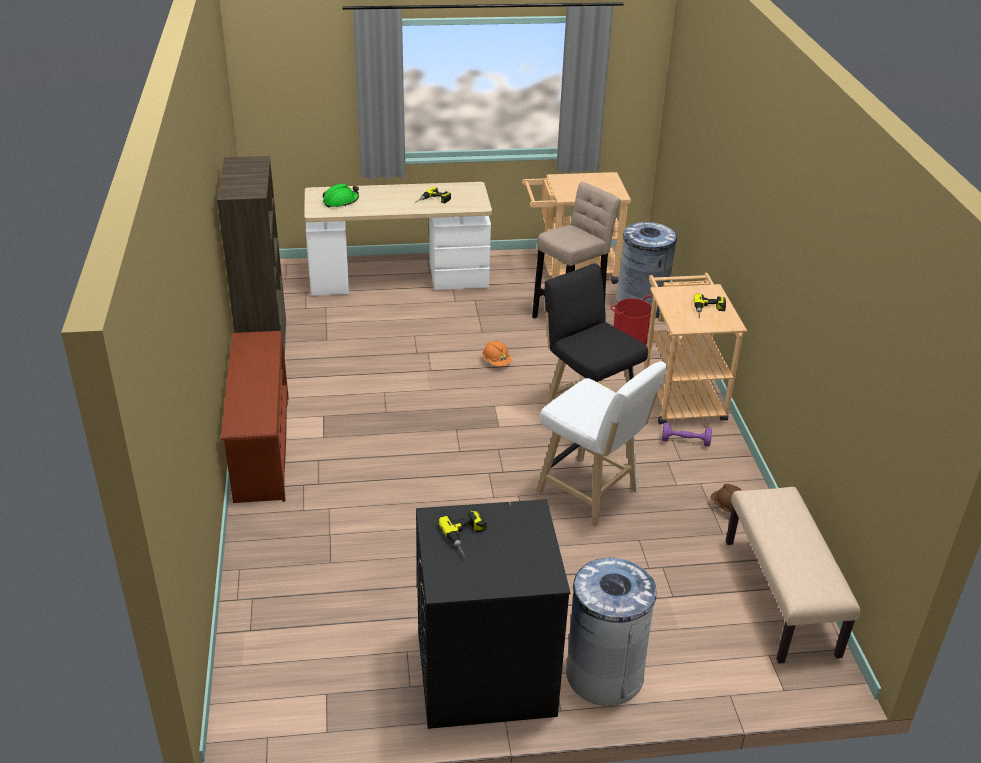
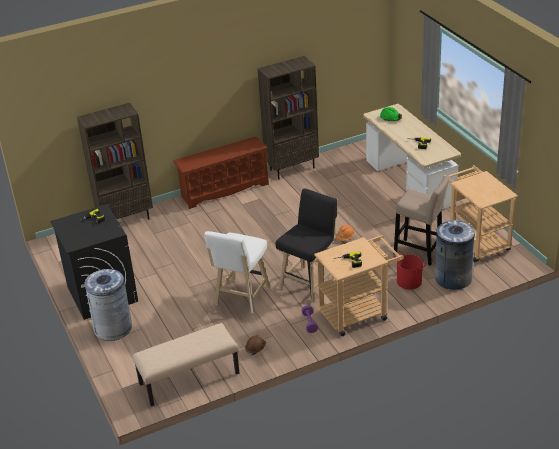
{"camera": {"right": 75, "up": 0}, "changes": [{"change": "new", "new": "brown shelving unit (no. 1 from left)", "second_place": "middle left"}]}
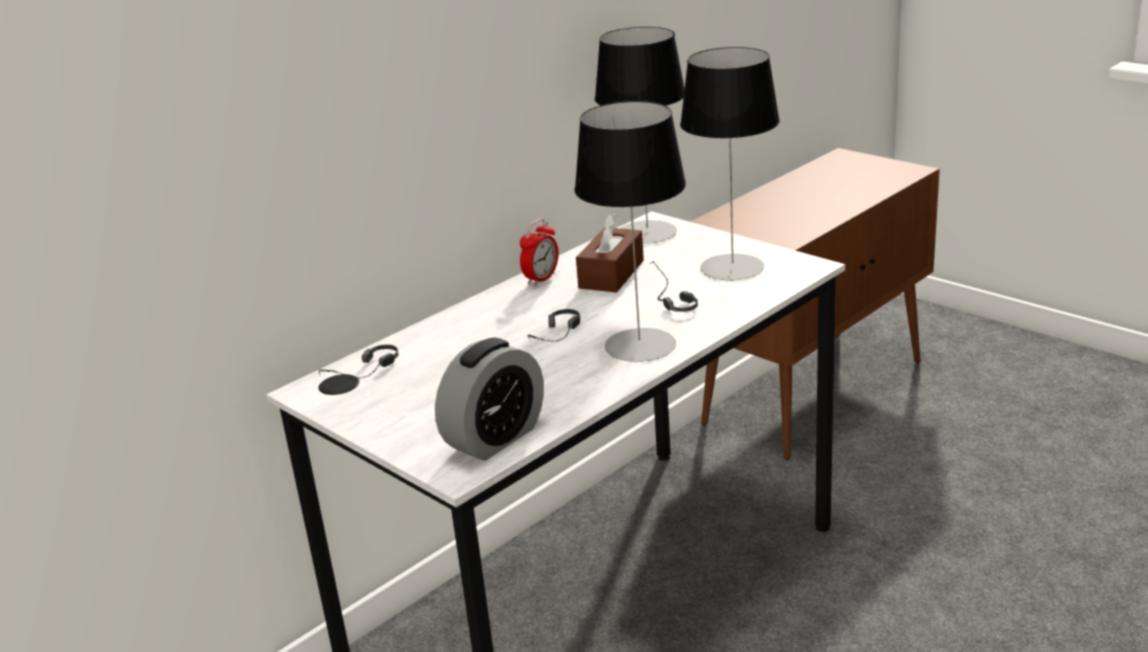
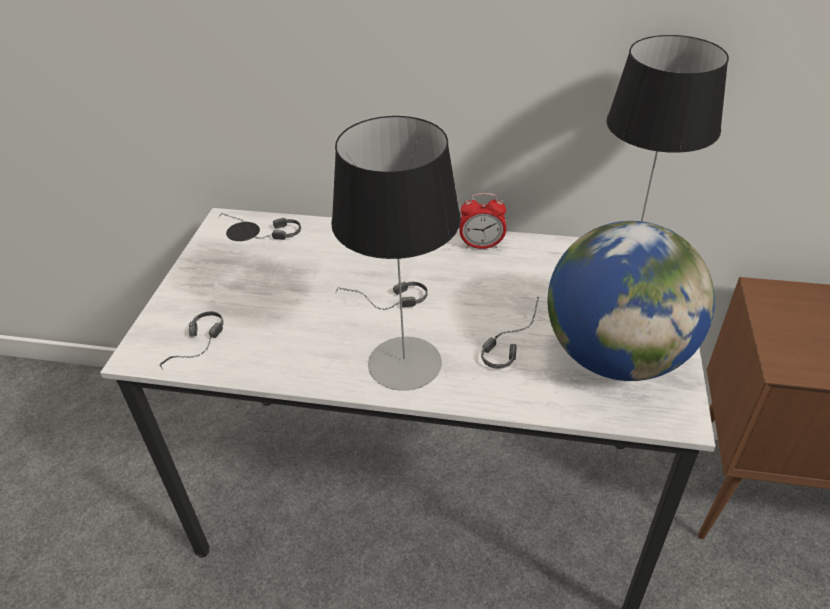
{"camera": {"right": 55, "up": 15}, "changes": [{"change": "gone", "old": "brown tissue holder", "first_place": "centre"}, {"change": "swapped", "old": "bedside clock (no. 1 from left)", "new": "pair of headphones (no. 1 from left)", "first_place": "centre", "second_place": "middle left"}, {"change": "swapped", "old": "tabletop lamp (no. 3 from left)", "new": "globe", "first_place": "top centre", "second_place": "middle right"}]}
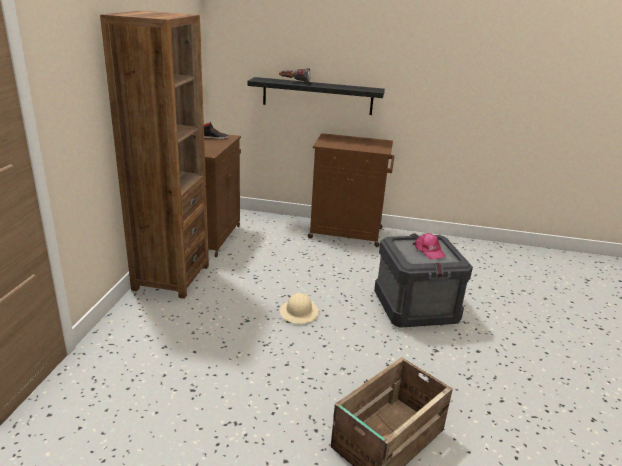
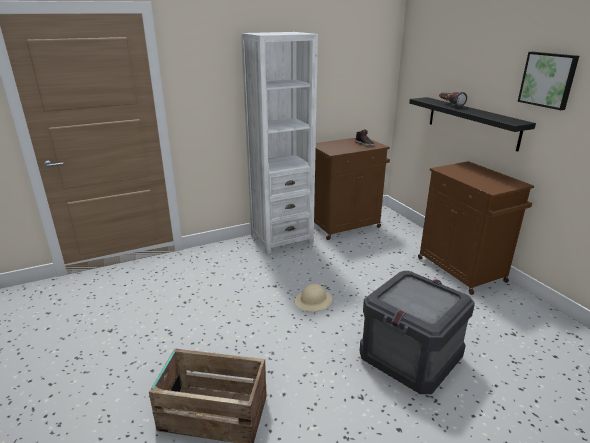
{"camera": {"right": 55, "up": 0}, "changes": [{"change": "gone", "old": "pink-coloured peaked cap", "first_place": "middle right"}, {"change": "new", "new": "picture", "second_place": "top right"}, {"change": "repainted", "old": "brown shelving unit", "new": "whitish shelving unit", "first_place": "top left", "second_place": "top centre"}]}
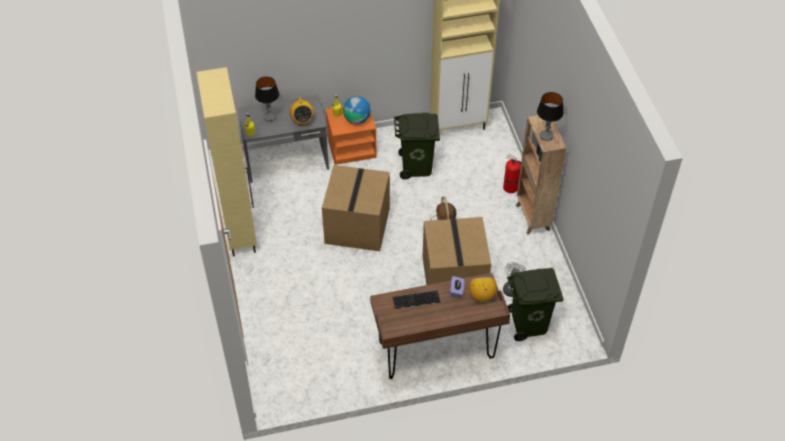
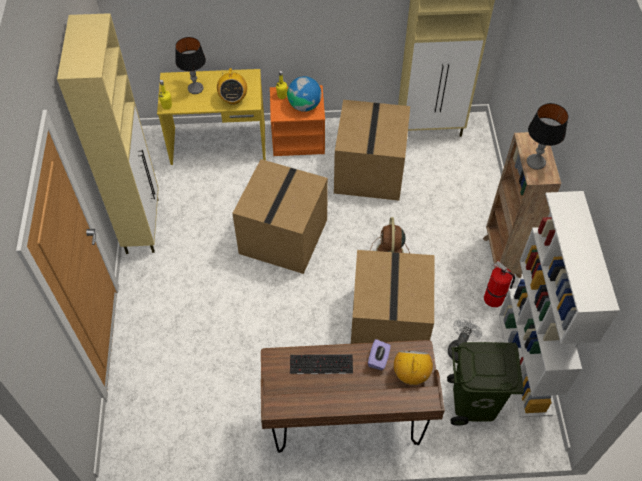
{"camera": {"right": 10, "up": 5}, "changes": [{"change": "new", "new": "whitish shelving unit", "second_place": "middle right"}, {"change": "shifted", "old": "extinguisher", "first_place": "centre", "second_place": "middle right"}, {"change": "swapped", "old": "green-coloured waste bin (no. 1 from left)", "new": "cardboard box (no. 2 from left)", "first_place": "top centre", "second_place": "top centre"}, {"change": "repainted", "old": "gray desk table", "new": "yellowish desk table", "first_place": "top centre", "second_place": "top left"}]}
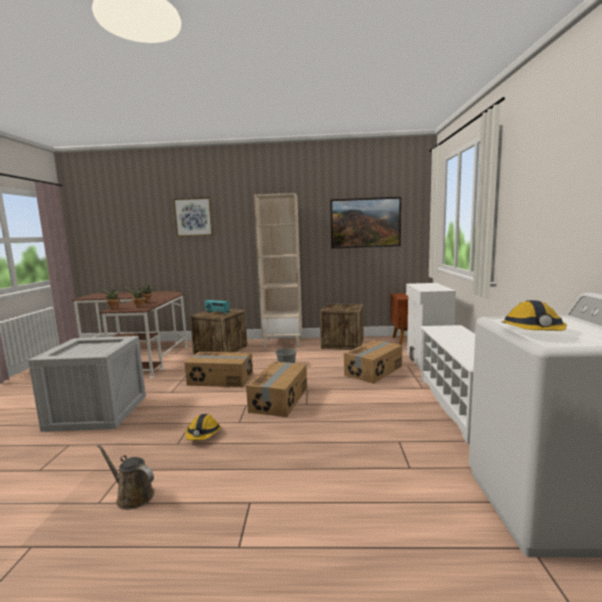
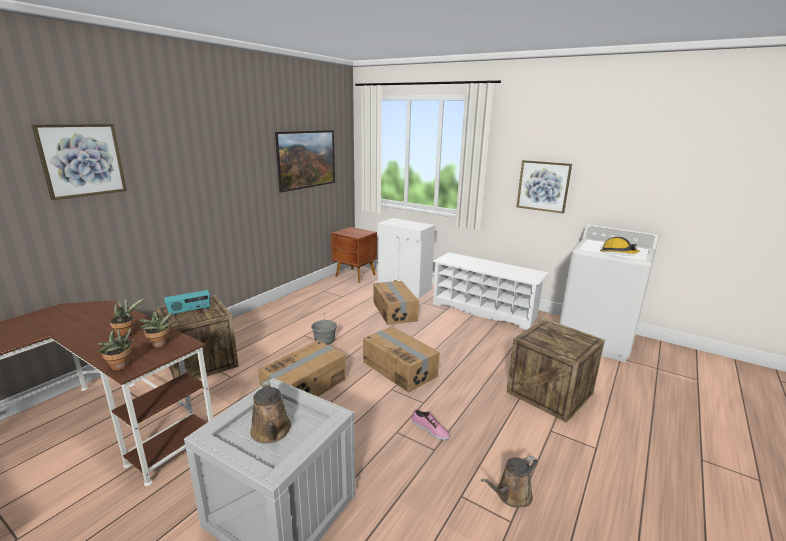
{"camera": {"right": -60, "up": 10}, "changes": [{"change": "gone", "old": "beige shelving unit", "first_place": "centre"}, {"change": "new", "new": "brown watering can (no. 1 from left)", "second_place": "bottom centre"}, {"change": "new", "new": "picture (no. 3 from left)", "second_place": "middle right"}, {"change": "shifted", "old": "packing crate (no. 3 from left)", "first_place": "centre", "second_place": "bottom right"}, {"change": "swapped", "old": "work helmet (no. 1 from left)", "new": "item of footwear", "first_place": "bottom centre", "second_place": "bottom centre"}]}
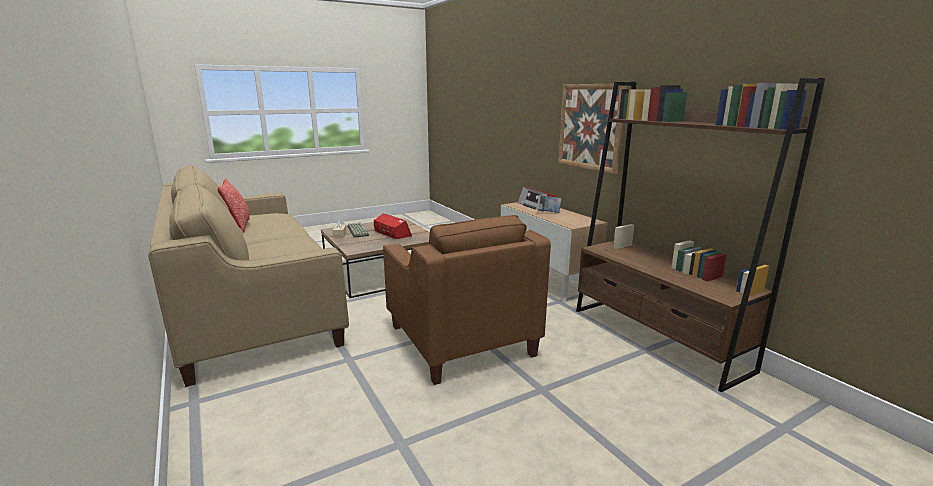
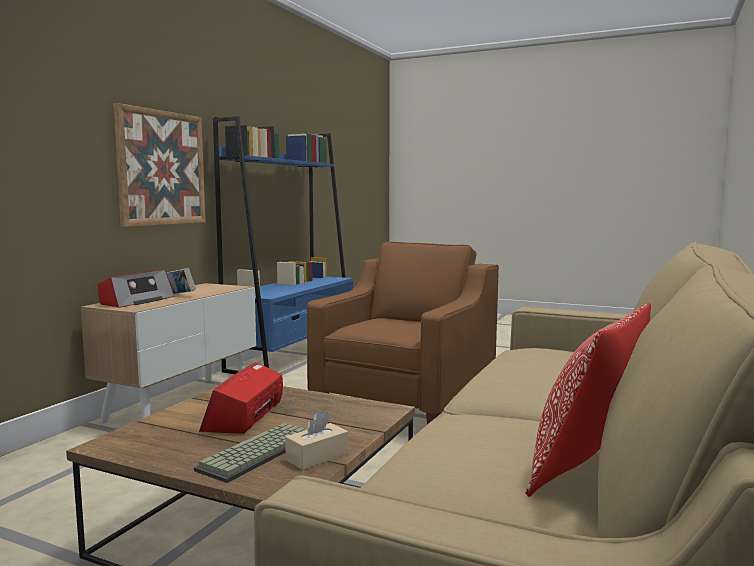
{"camera": {"right": -125, "up": -10}, "changes": [{"change": "repainted", "old": "brown shelving unit", "new": "blue shelving unit", "first_place": "middle right", "second_place": "centre"}]}
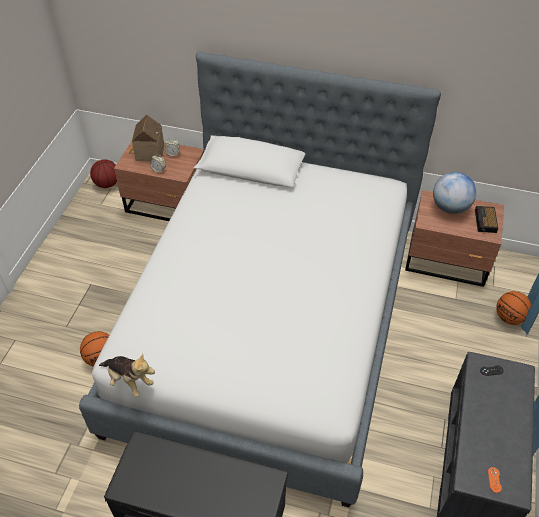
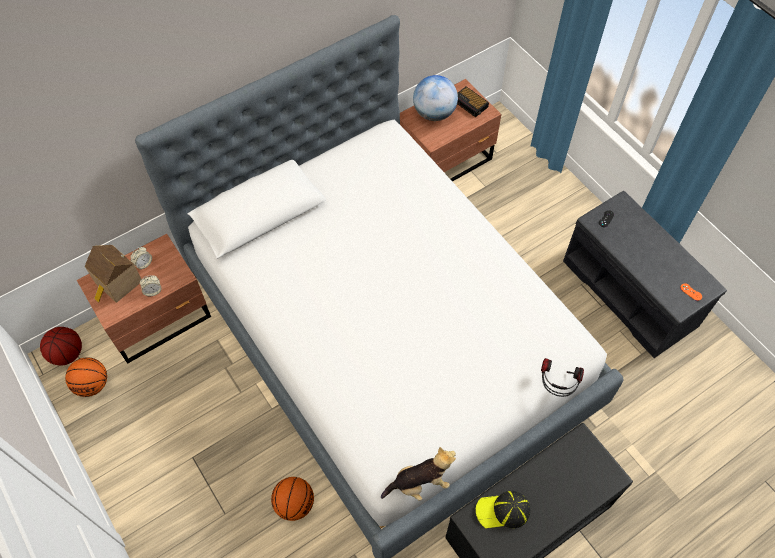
{"camera": {"right": -50, "up": 10}, "changes": [{"change": "new", "new": "peaked cap", "second_place": "bottom centre"}, {"change": "new", "new": "pair of headphones", "second_place": "bottom right"}, {"change": "shifted", "old": "basketball (no. 3 from left in the first image)", "new": "basketball (no. 2 from left)", "first_place": "middle right", "second_place": "bottom left"}]}
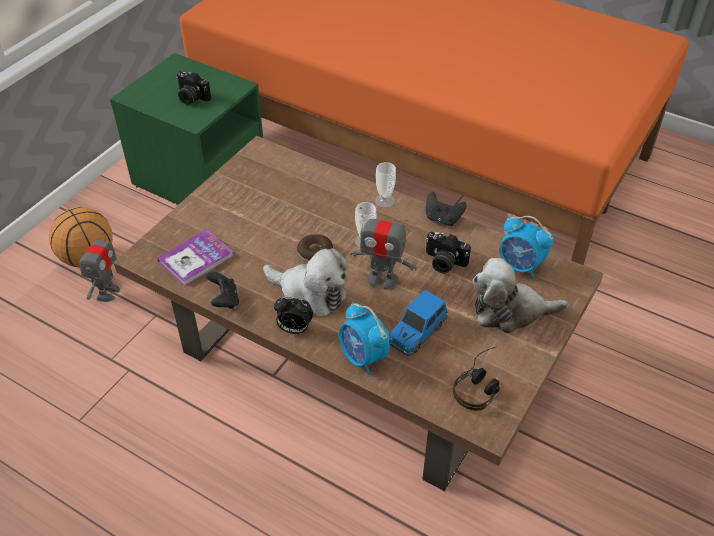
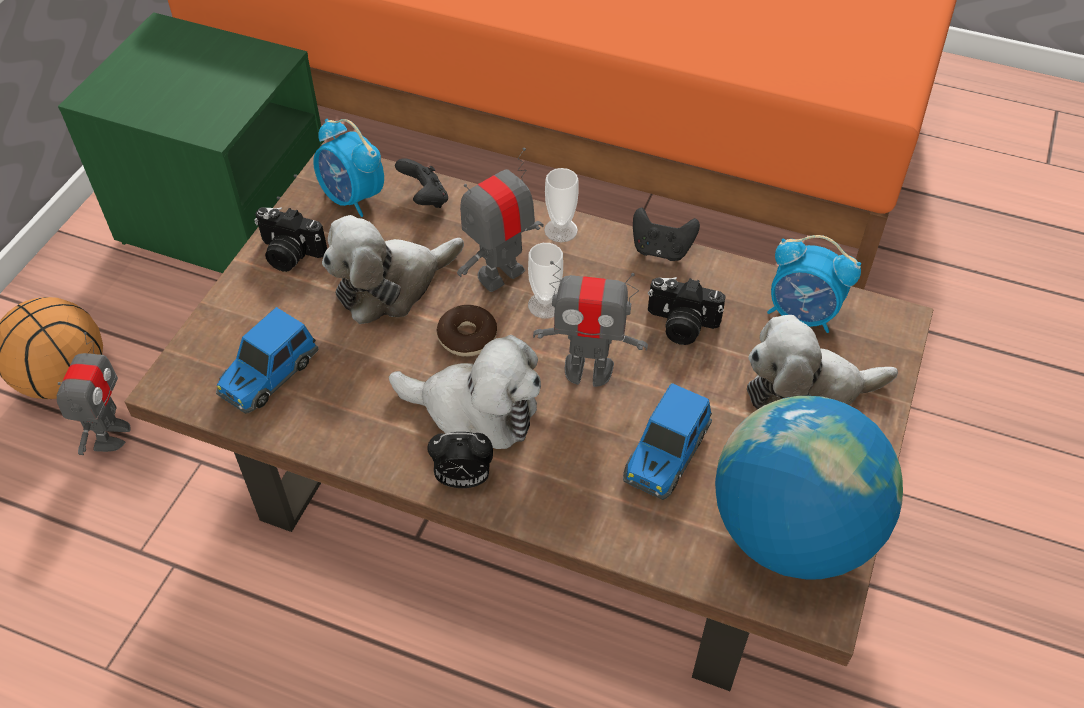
{"camera": {"right": -10, "up": 5}, "changes": [{"change": "new", "new": "plush toy (no. 1 from left)", "second_place": "centre"}, {"change": "new", "new": "robot figure (no. 2 from left)", "second_place": "top centre"}, {"change": "shifted", "old": "still camera (no. 1 from left)", "first_place": "top left", "second_place": "middle left"}, {"change": "shifted", "old": "black-coloured game controller (no. 1 from left)", "first_place": "middle left", "second_place": "top centre"}, {"change": "shifted", "old": "bedside clock (no. 2 from left in the first image)", "new": "bedside clock (no. 1 from left)", "first_place": "centre", "second_place": "top left"}, {"change": "swapped", "old": "bound book", "new": "model car (no. 1 from left)", "first_place": "middle left", "second_place": "middle left"}, {"change": "swapped", "old": "pair of headphones", "new": "globe", "first_place": "bottom right", "second_place": "bottom right"}]}
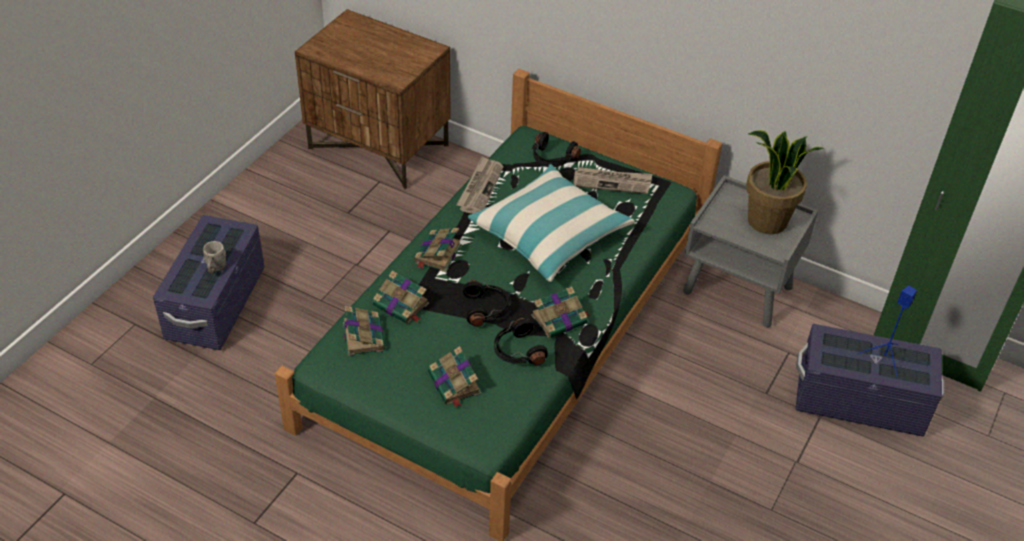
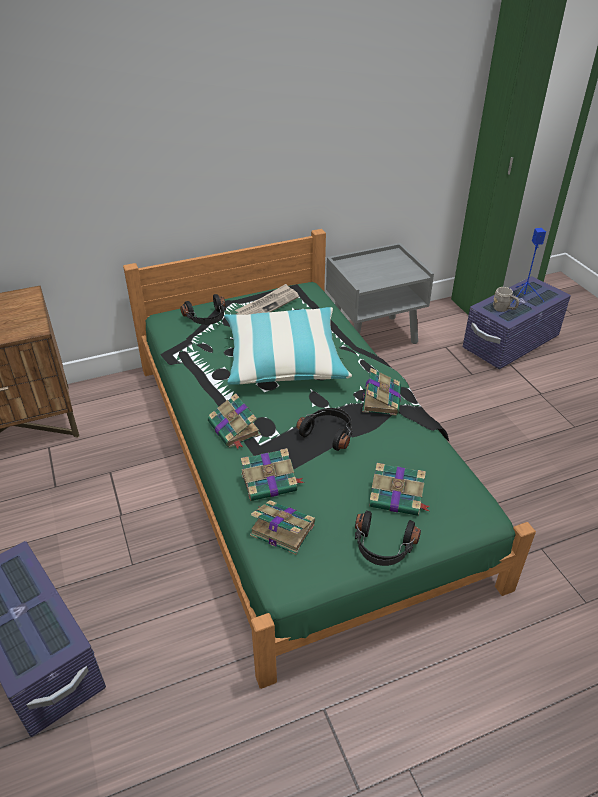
{"camera": {"right": -50, "up": -5}, "changes": [{"change": "gone", "old": "printed paper (no. 1 from left)", "first_place": "centre"}, {"change": "gone", "old": "potted plant", "first_place": "middle right"}, {"change": "shifted", "old": "gray coffee mug", "first_place": "middle left", "second_place": "middle right"}, {"change": "shifted", "old": "black-coloured pair of headphones (no. 2 from left in the first image)", "new": "black-coloured pair of headphones (no. 3 from left)", "first_place": "centre", "second_place": "bottom centre"}]}
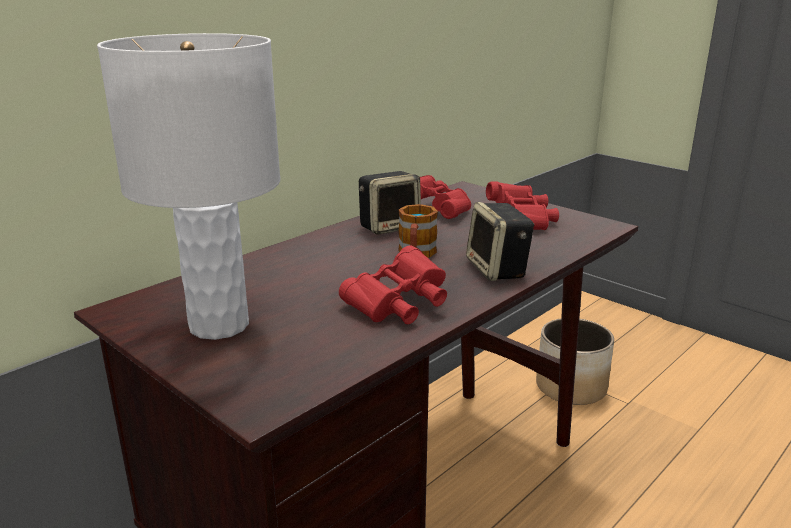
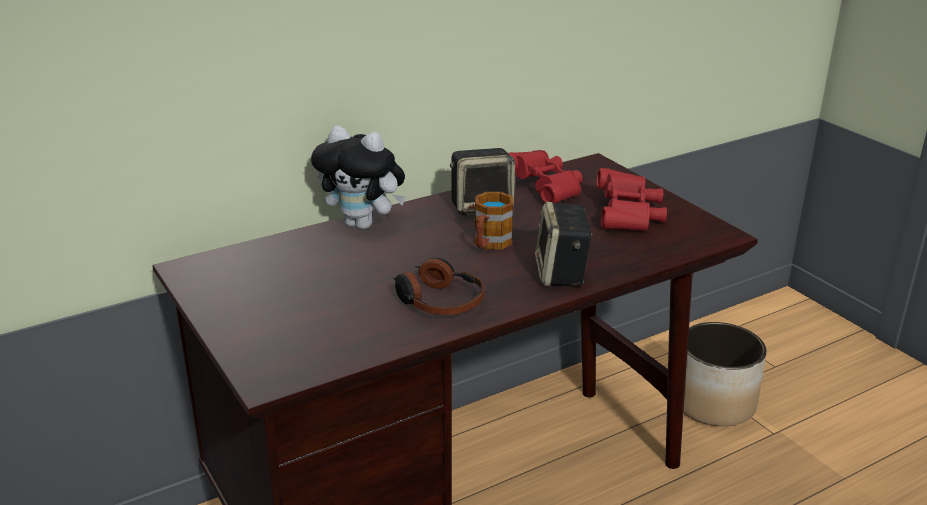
{"camera": {"right": 15, "up": 5}, "changes": [{"change": "gone", "old": "whitish tabletop lamp", "first_place": "middle left"}, {"change": "new", "new": "plush toy", "second_place": "centre"}, {"change": "swapped", "old": "red binoculars (no. 1 from left)", "new": "pair of headphones", "first_place": "centre", "second_place": "centre"}]}
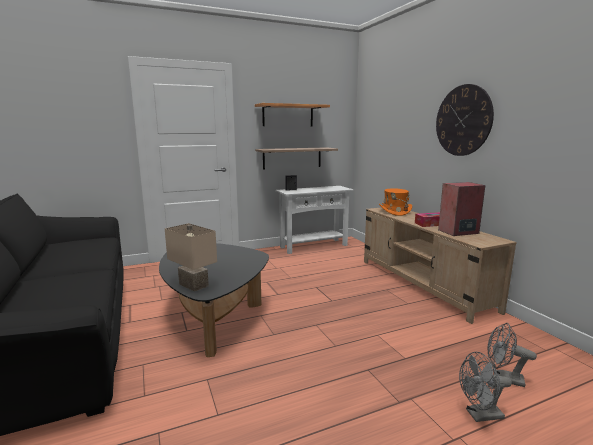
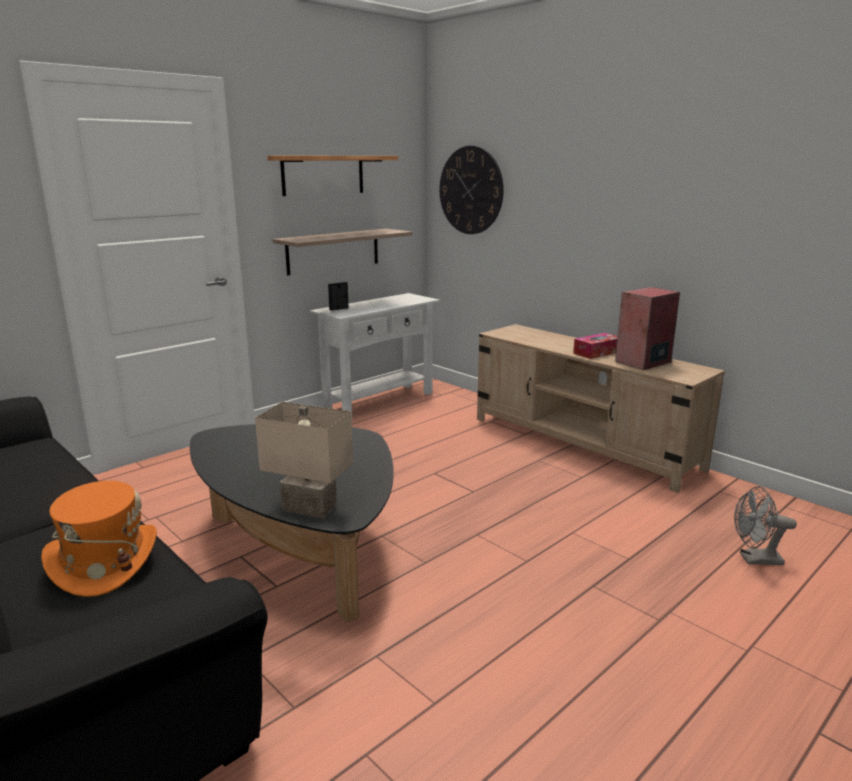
{"camera": {"right": -20, "up": 5}, "changes": [{"change": "gone", "old": "gray fan (no. 1 from left)", "first_place": "bottom right"}, {"change": "shifted", "old": "orangey hat", "first_place": "centre", "second_place": "bottom left"}, {"change": "shifted", "old": "hanging clock", "first_place": "top right", "second_place": "top centre"}]}
